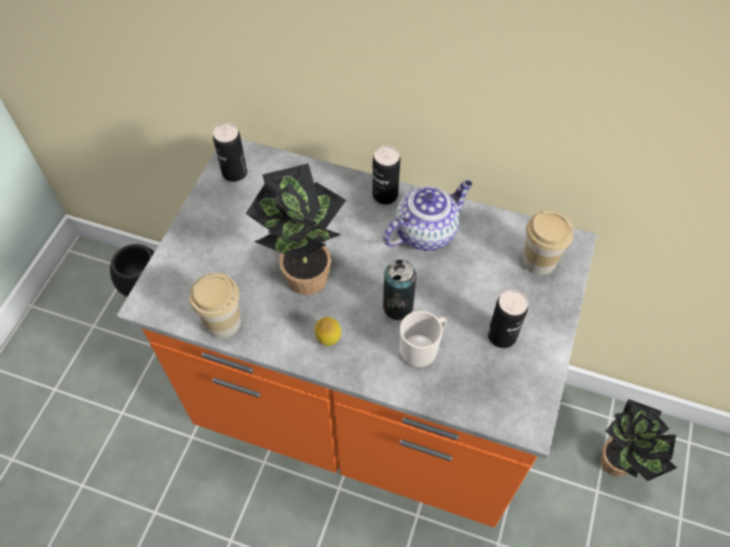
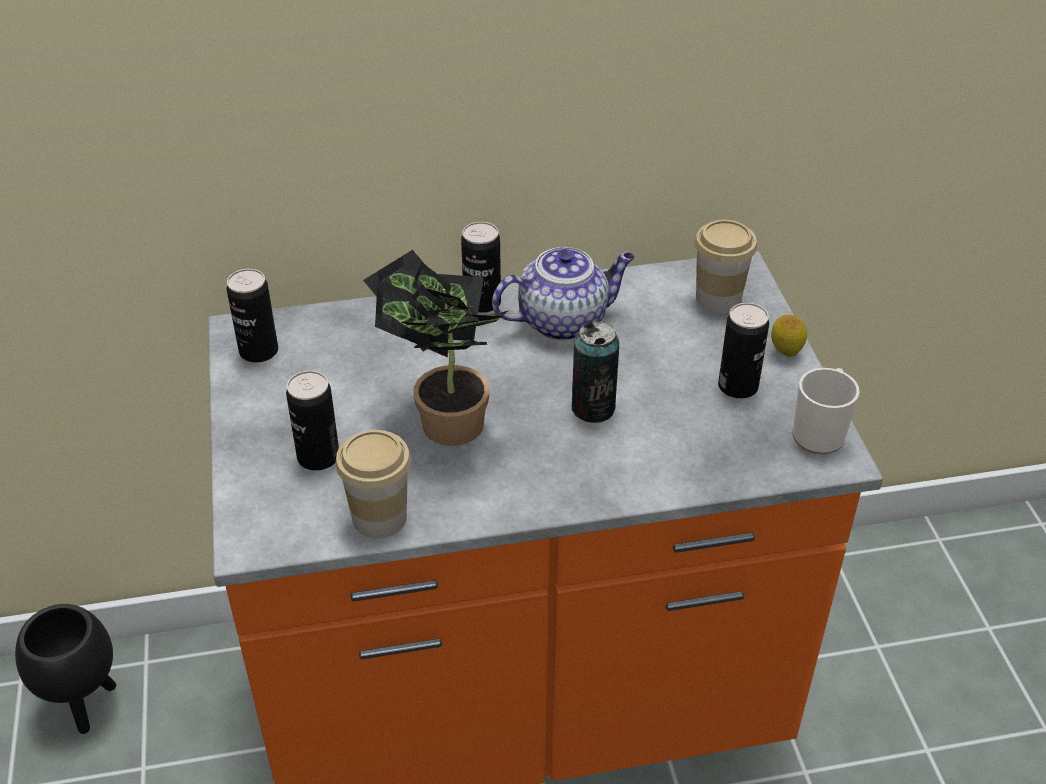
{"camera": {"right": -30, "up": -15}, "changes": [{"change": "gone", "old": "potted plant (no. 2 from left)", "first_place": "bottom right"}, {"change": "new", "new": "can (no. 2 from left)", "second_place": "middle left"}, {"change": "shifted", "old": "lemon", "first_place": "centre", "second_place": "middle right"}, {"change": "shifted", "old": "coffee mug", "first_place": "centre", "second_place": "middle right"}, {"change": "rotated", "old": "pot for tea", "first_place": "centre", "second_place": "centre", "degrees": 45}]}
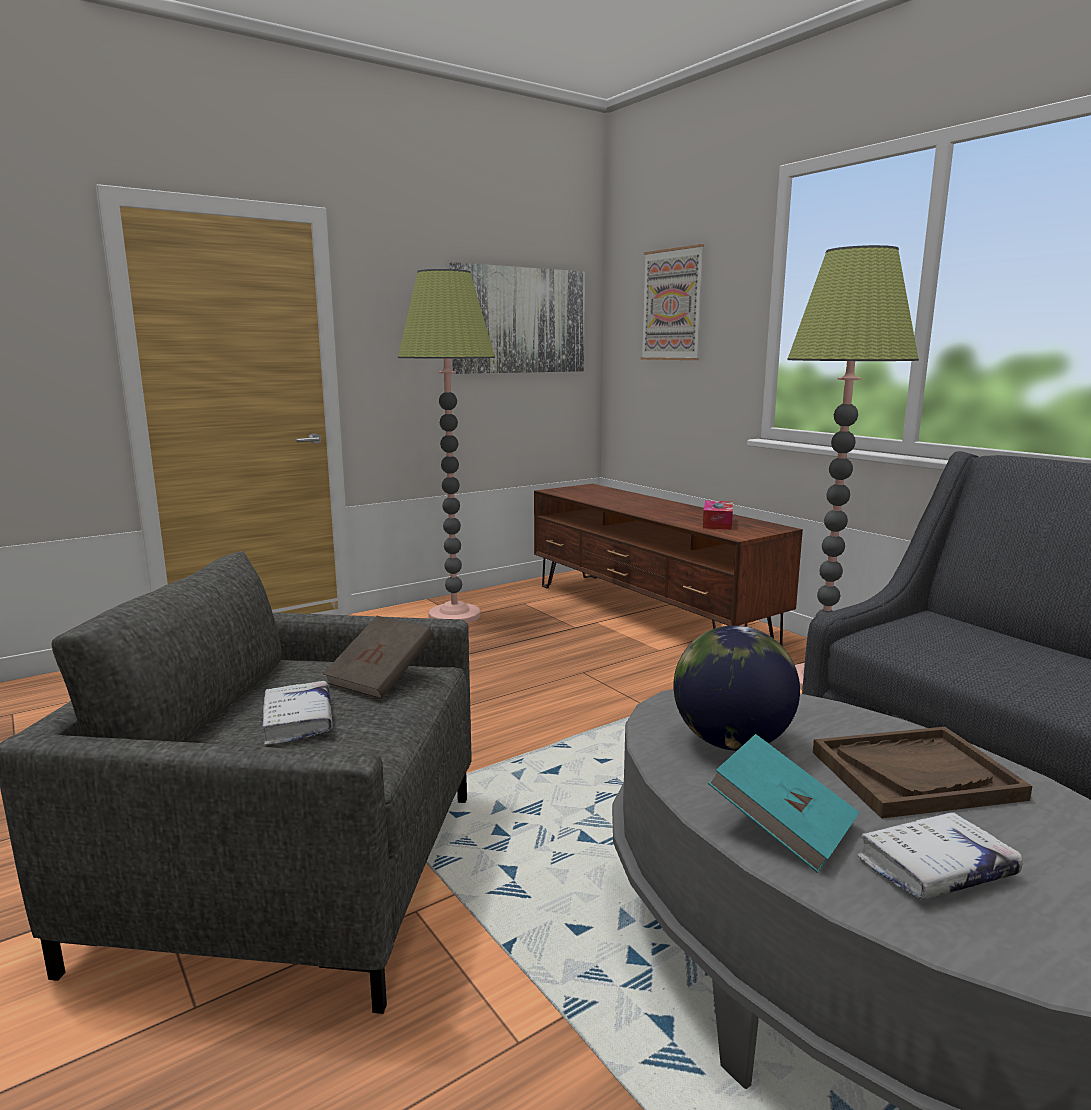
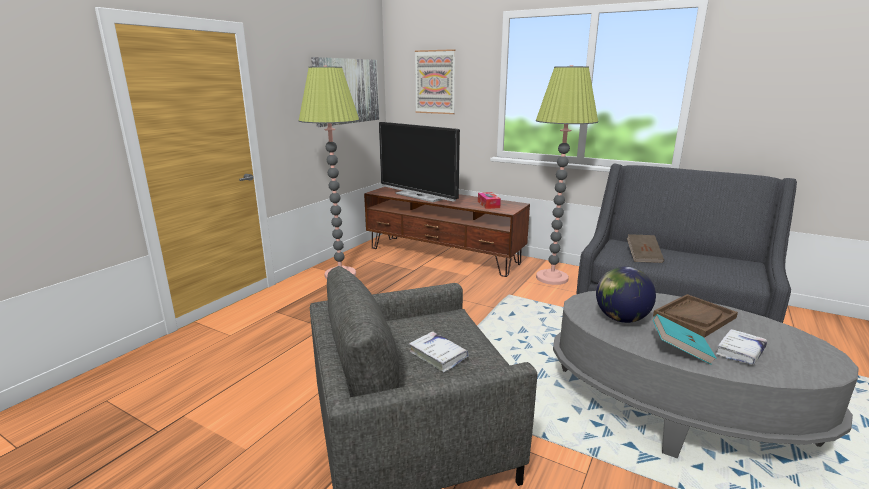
{"camera": {"right": -25, "up": 5}, "changes": [{"change": "new", "new": "TV", "second_place": "top centre"}, {"change": "shifted", "old": "brown bound book", "first_place": "centre", "second_place": "middle right"}]}
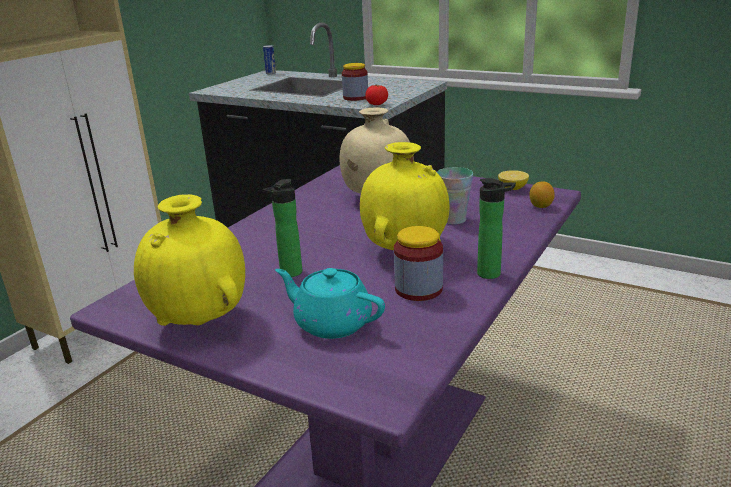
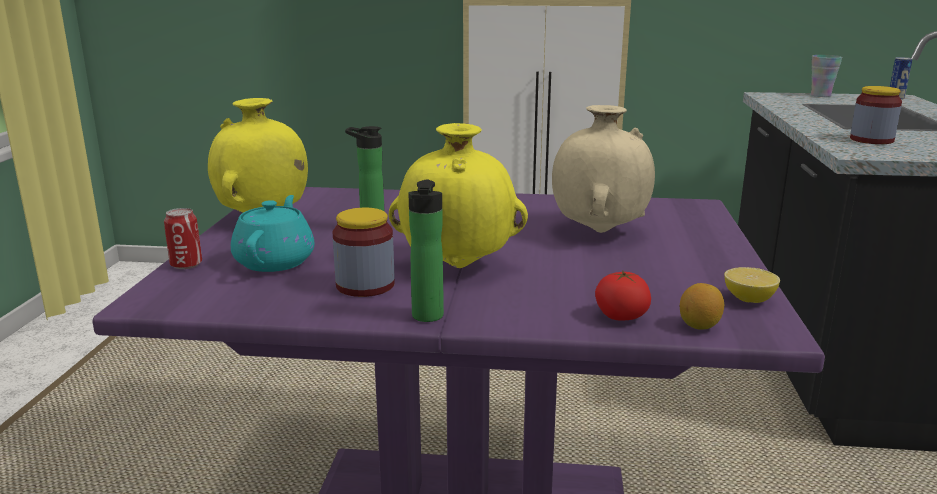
{"camera": {"right": 65, "up": -5}, "changes": [{"change": "new", "new": "can (no. 1 from left)", "second_place": "middle left"}, {"change": "shifted", "old": "tomato", "first_place": "top centre", "second_place": "centre"}, {"change": "shifted", "old": "small cup", "first_place": "centre", "second_place": "top right"}]}
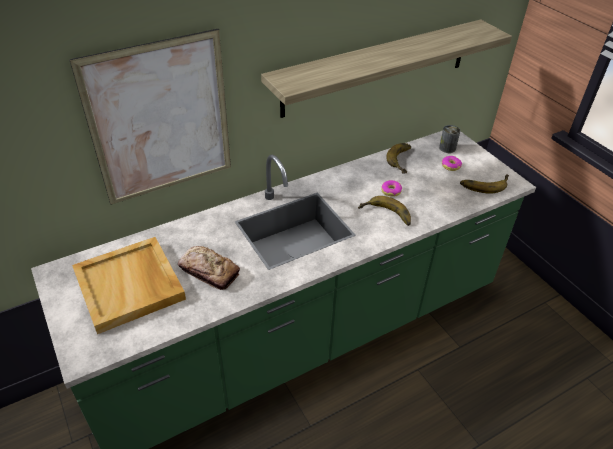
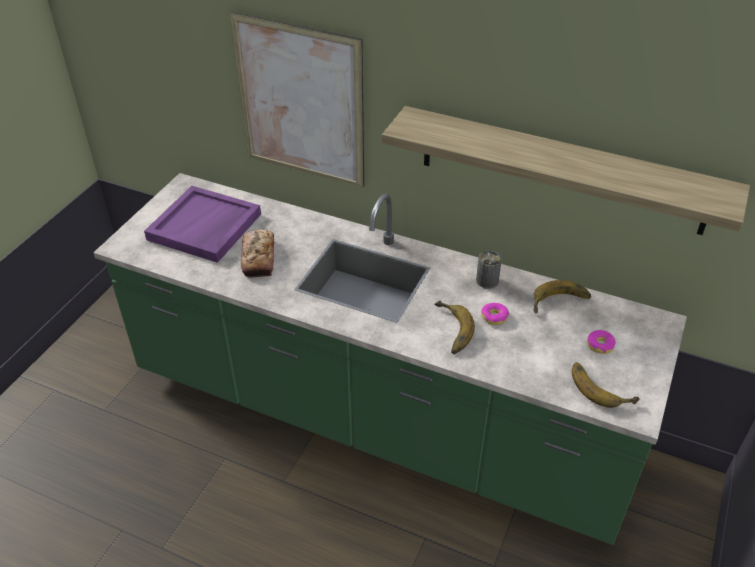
{"camera": {"right": 55, "up": 0}, "changes": [{"change": "shifted", "old": "can", "first_place": "top right", "second_place": "centre"}, {"change": "repainted", "old": "beige tray", "new": "purple-coloured tray", "first_place": "middle left", "second_place": "middle left"}]}
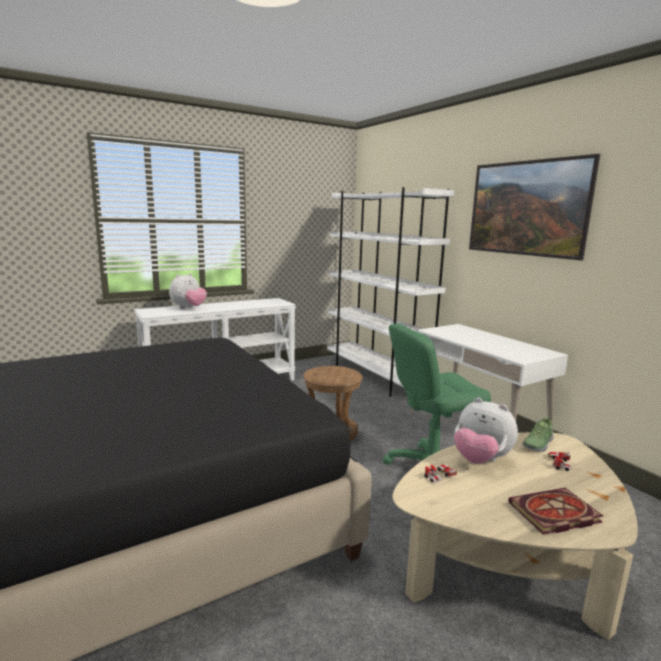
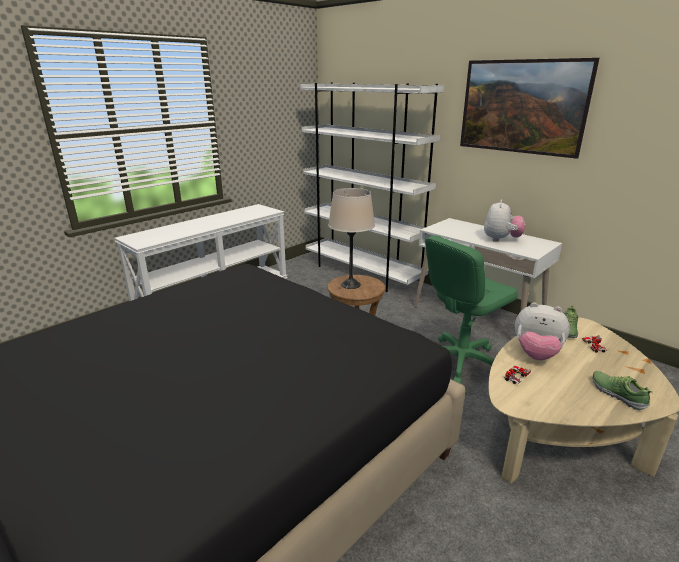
{"camera": {"right": -15, "up": 10}, "changes": [{"change": "new", "new": "beige tabletop lamp", "second_place": "centre"}, {"change": "shifted", "old": "plush toy (no. 1 from left)", "first_place": "middle left", "second_place": "middle right"}, {"change": "swapped", "old": "bound book", "new": "item of footwear (no. 2 from left)", "first_place": "bottom right", "second_place": "bottom right"}]}
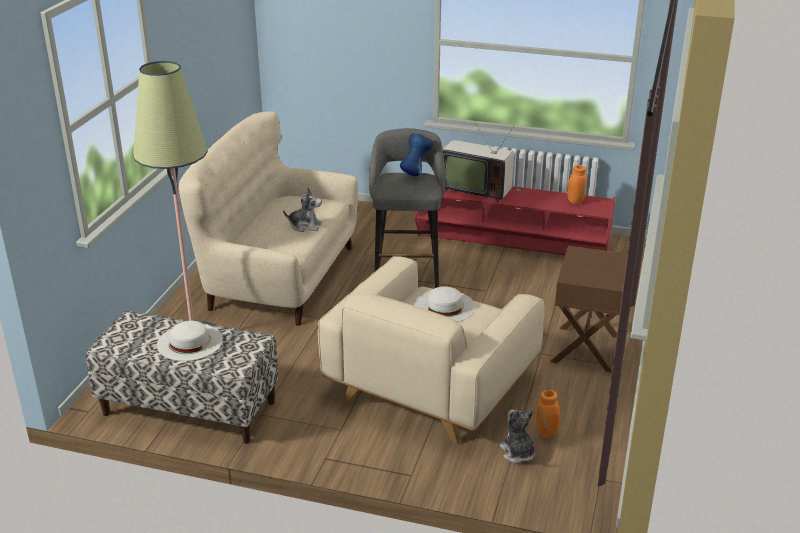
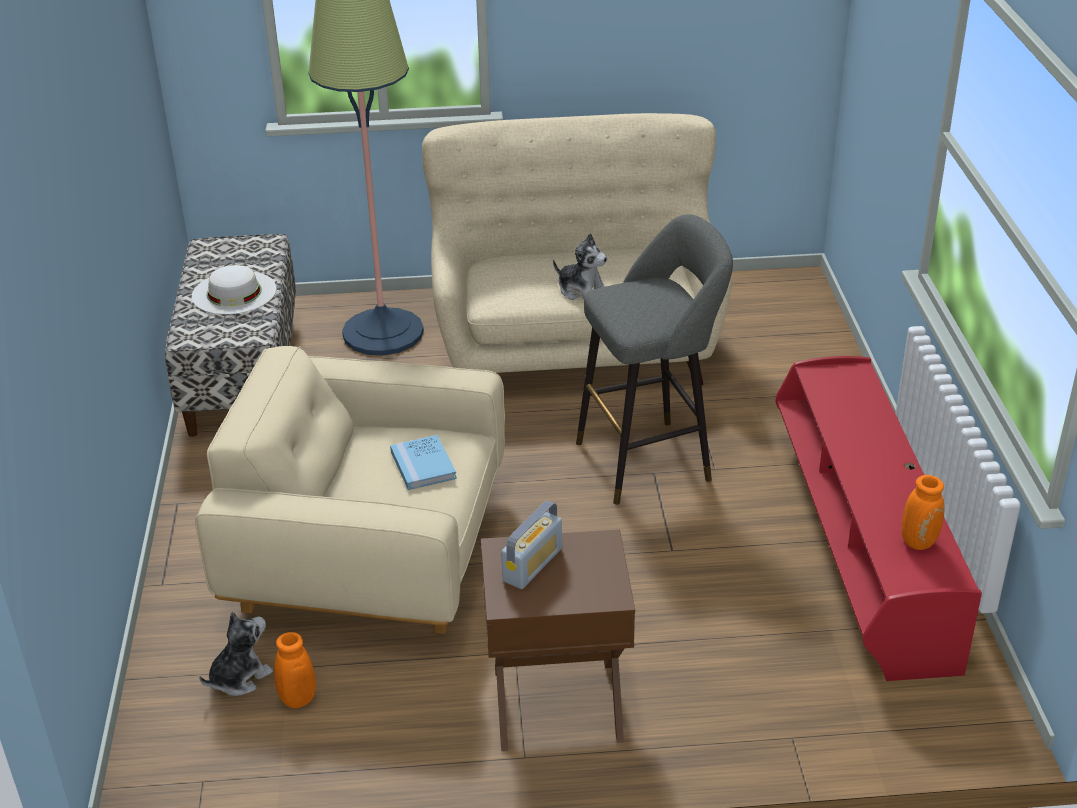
{"camera": {"right": 70, "up": 5}, "changes": [{"change": "gone", "old": "blue flower vase", "first_place": "top centre"}, {"change": "gone", "old": "TV", "first_place": "top centre"}, {"change": "new", "new": "radio receiver", "second_place": "bottom centre"}, {"change": "swapped", "old": "whitish hat (no. 2 from left)", "new": "blue bound book", "first_place": "centre", "second_place": "centre"}, {"change": "rotated", "old": "plush toy (no. 1 from left in the first image)", "first_place": "centre", "second_place": "top centre", "degrees": -45}]}
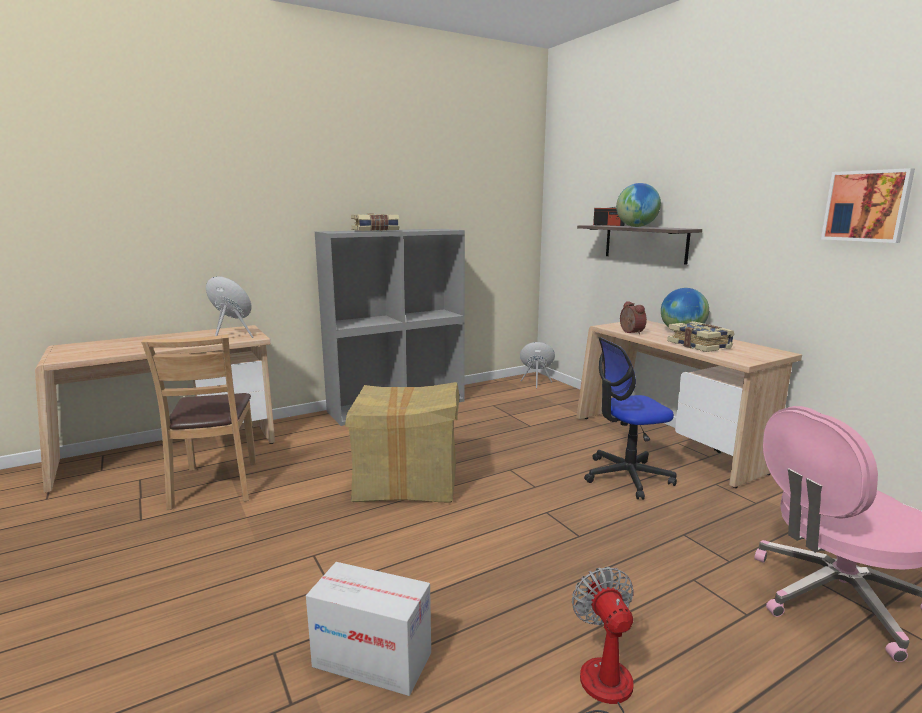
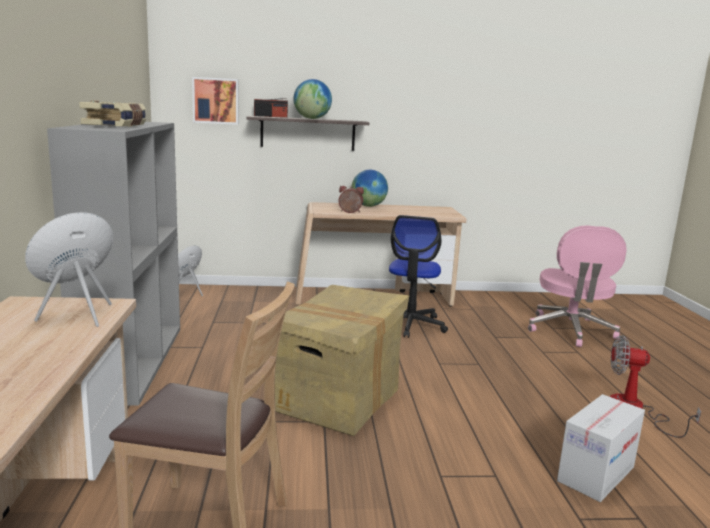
{"camera": {"right": -65, "up": 0}, "changes": [{"change": "gone", "old": "bound book (no. 2 from left)", "first_place": "middle right"}, {"change": "shifted", "old": "picture", "first_place": "top right", "second_place": "top left"}]}
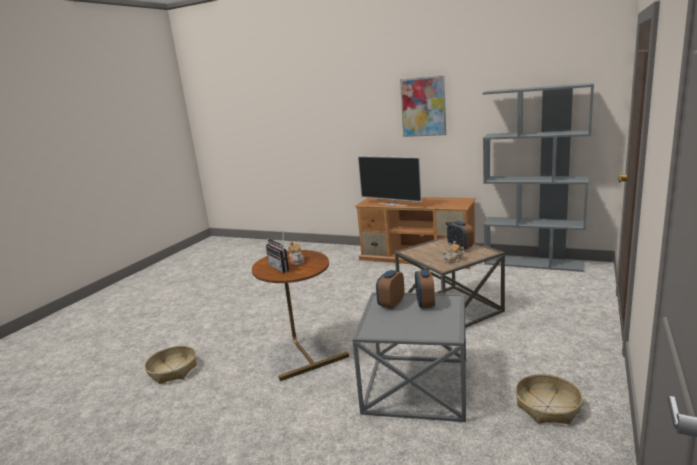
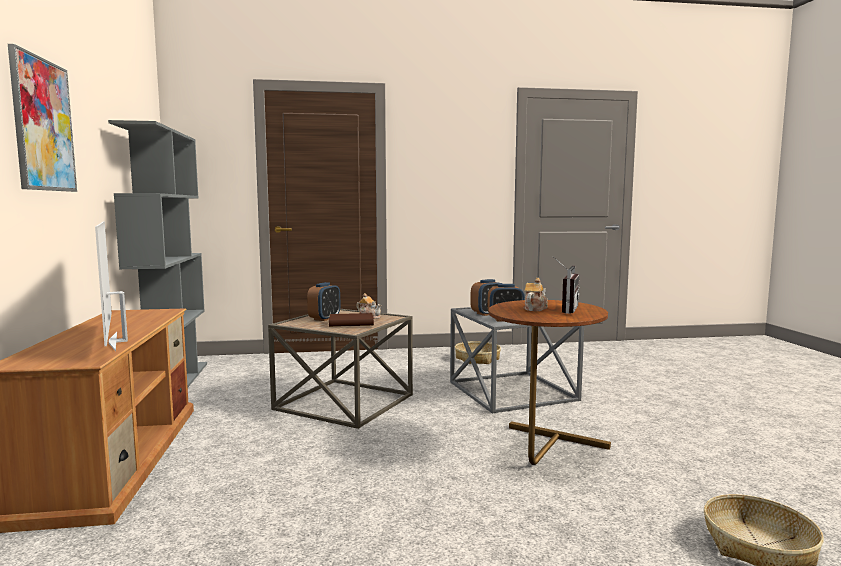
{"camera": {"right": -125, "up": -10}, "changes": [{"change": "new", "new": "brown bound book", "second_place": "centre"}, {"change": "rotated", "old": "TV", "first_place": "centre", "second_place": "middle left", "degrees": 150}]}
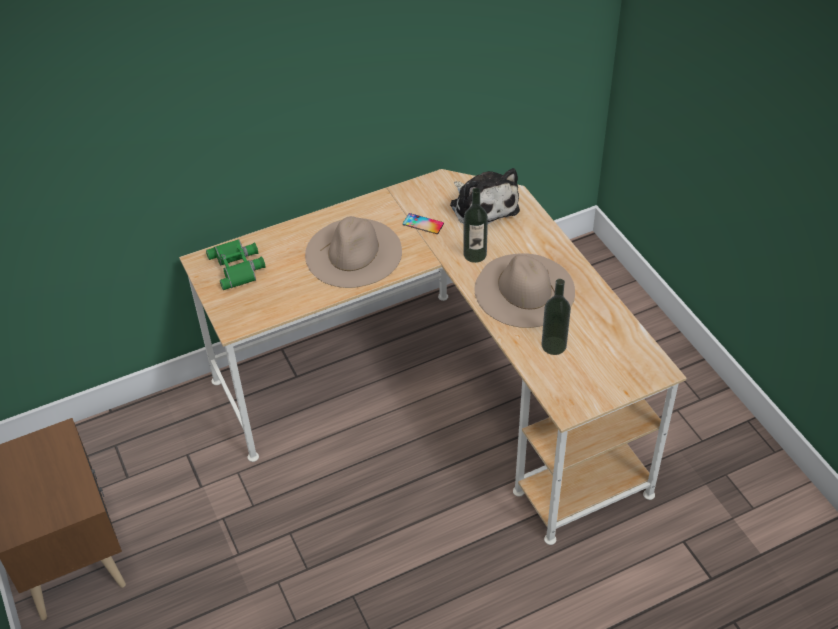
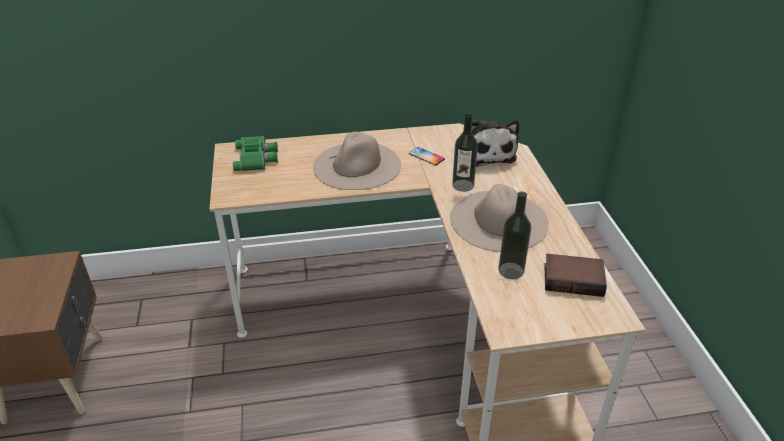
{"camera": {"right": 15, "up": -10}, "changes": [{"change": "new", "new": "bound book", "second_place": "middle right"}]}
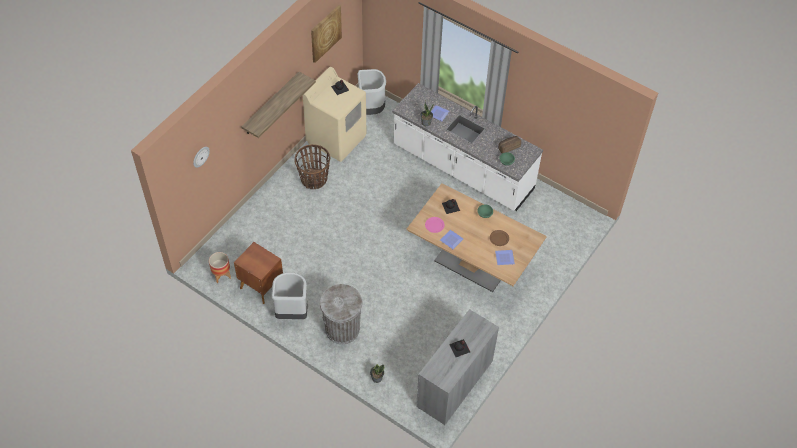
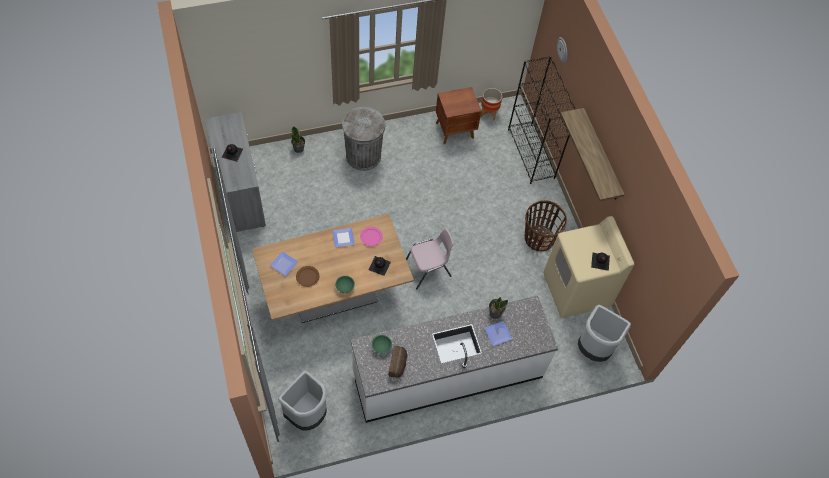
{"camera": {"right": 125, "up": 5}, "changes": [{"change": "gone", "old": "picture", "first_place": "top centre"}, {"change": "new", "new": "pink-coloured plain chair", "second_place": "centre"}, {"change": "new", "new": "black-coloured shelving unit", "second_place": "top centre"}, {"change": "shifted", "old": "gray waste bin (no. 1 from left)", "first_place": "centre", "second_place": "bottom centre"}]}
